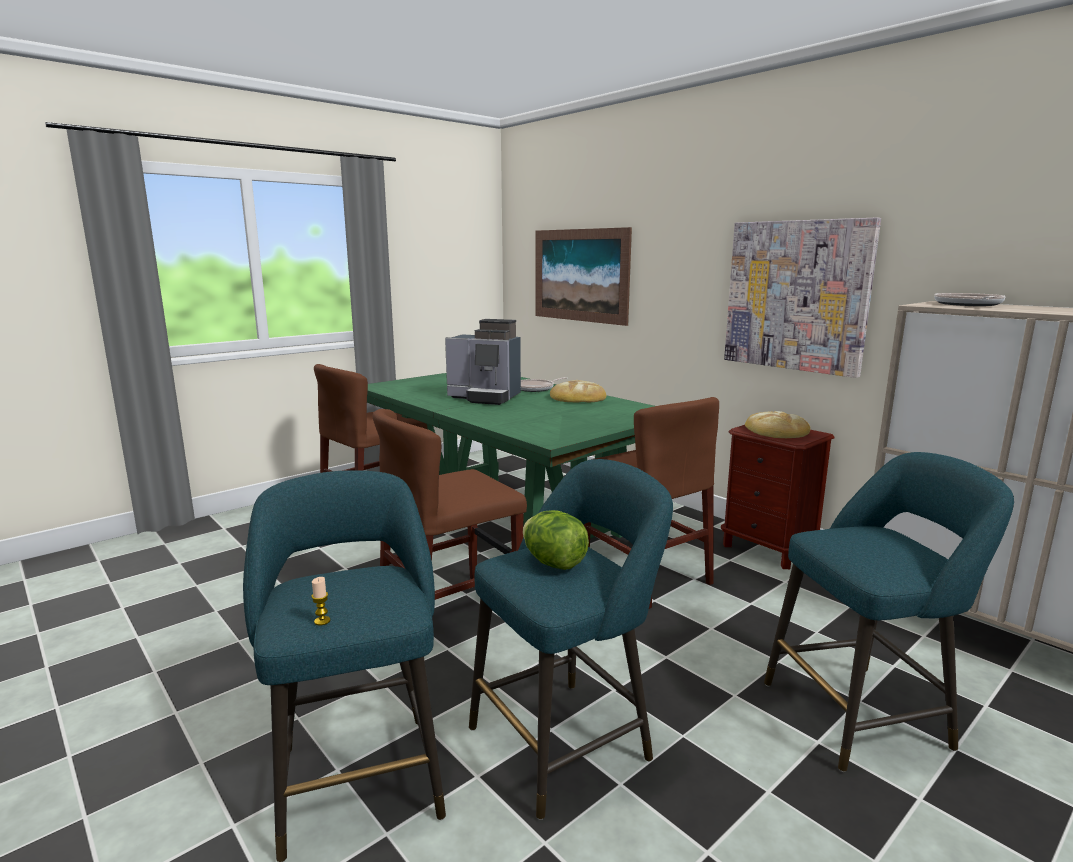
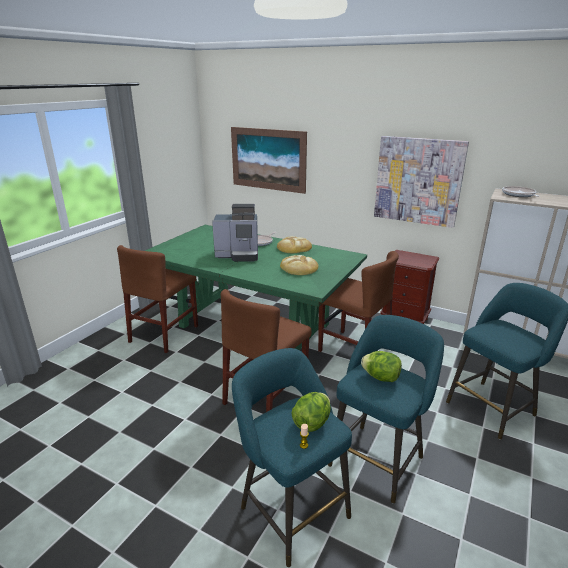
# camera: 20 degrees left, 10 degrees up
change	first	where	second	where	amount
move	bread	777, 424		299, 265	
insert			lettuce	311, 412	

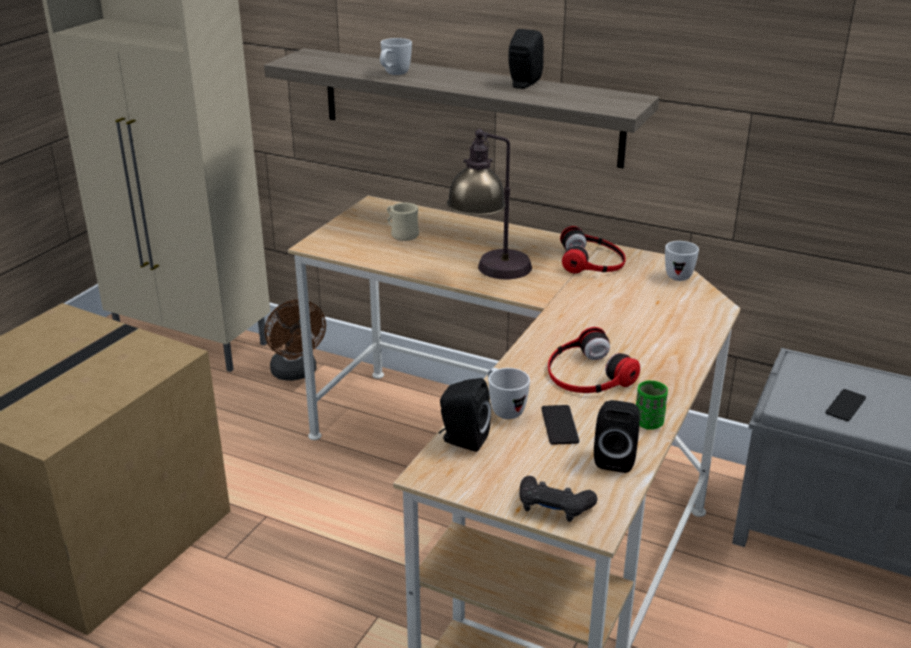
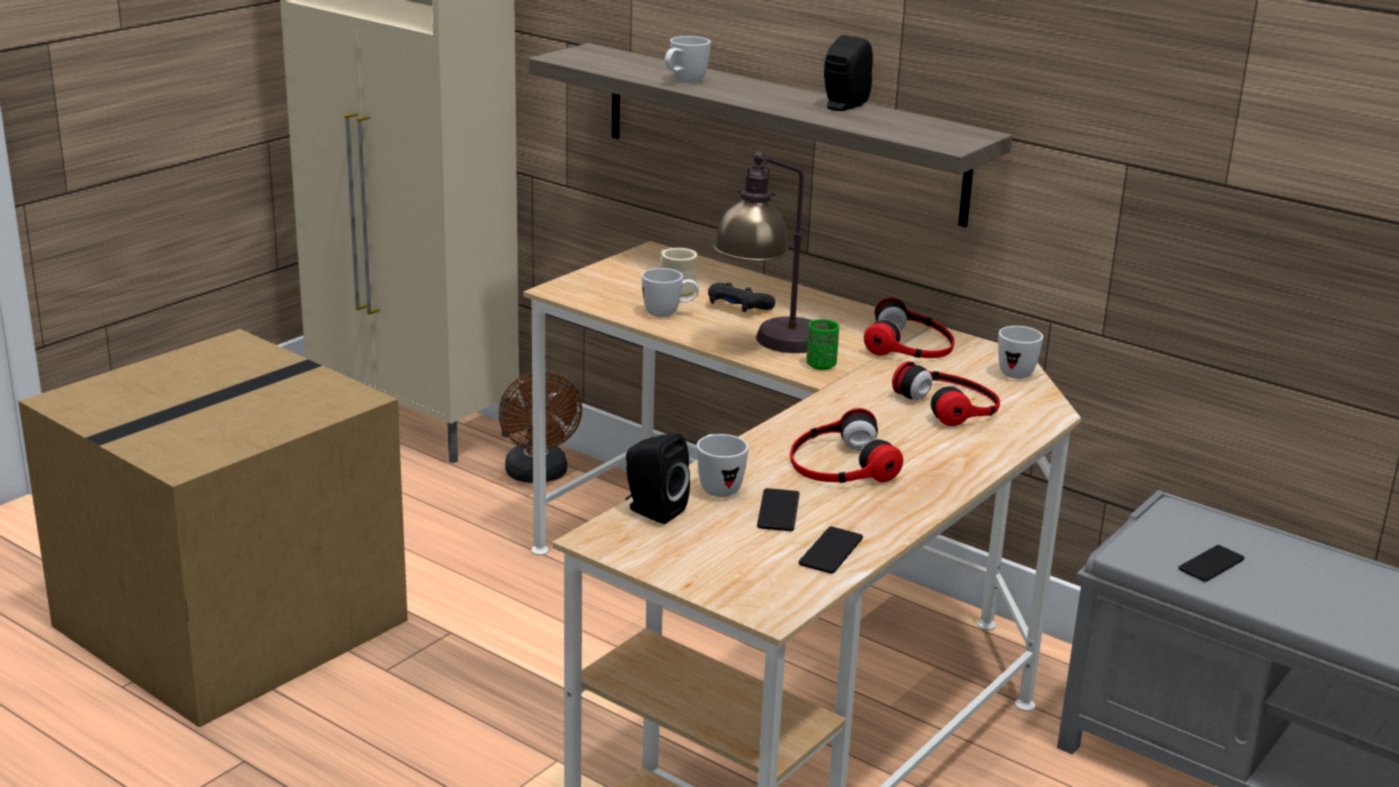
# camera: 10 degrees right, 5 degrees down
change	first	where	second	where	amount
move	green cup	652, 405		822, 344	
replace	black speaker	617, 436	phone	831, 550	
move	black game controller	558, 499		741, 297	
insert			white mug	670, 292	
insert			headphones	946, 393	

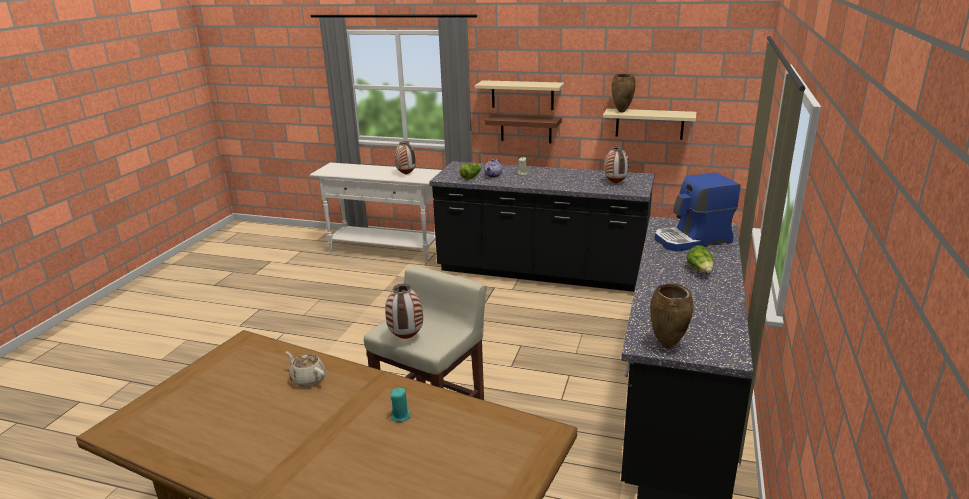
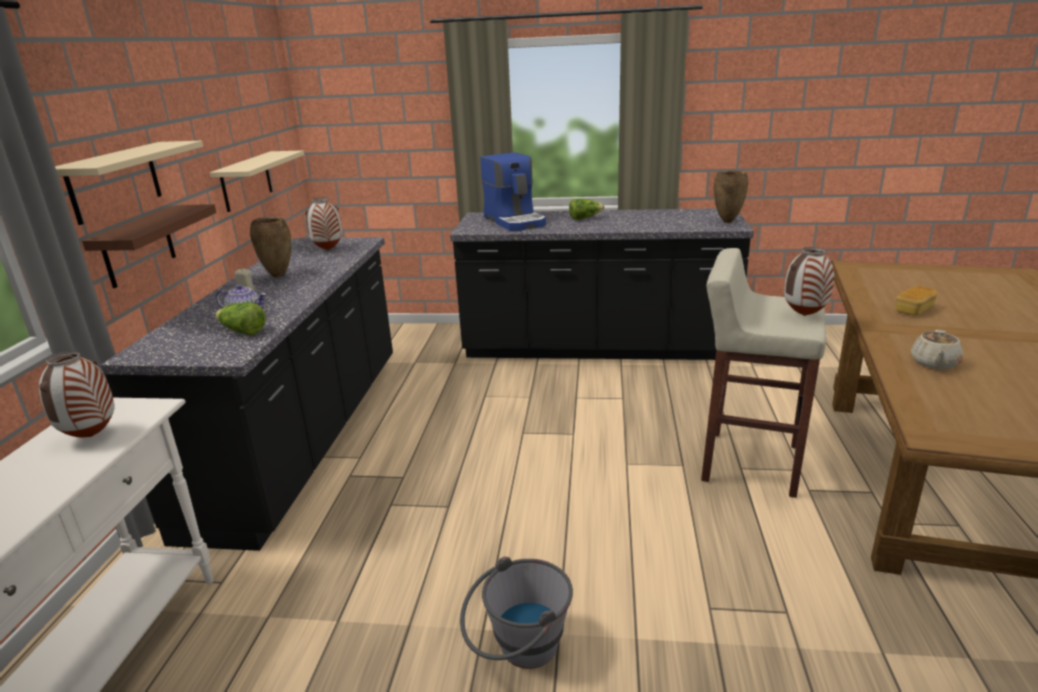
# camera: 100 degrees left, 0 degrees up
change	first	where	second	where	amount
move	brown vase	623, 93		270, 247	
replace	turquoise candle	400, 405	bread	916, 301	
insert			grey bucket	516, 612	

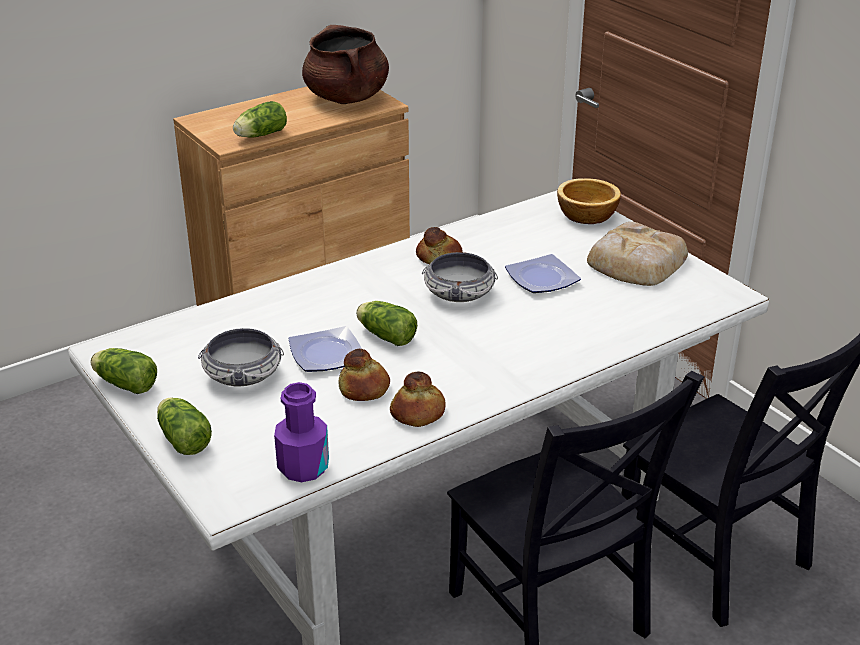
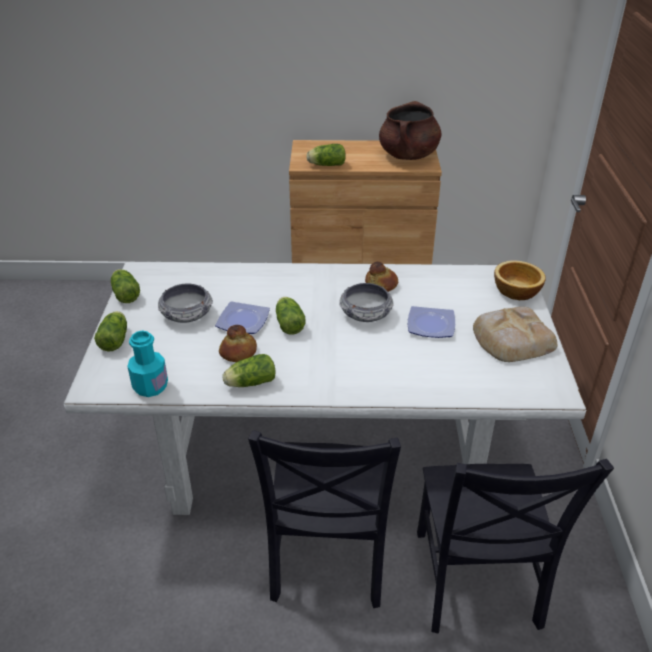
# camera: 35 degrees right, 5 degrees up
change	first	where	second	where	amount
replace	bread	418, 399	lettuce	249, 370	
recolor	purple bottle	301, 432	turquoise bottle	147, 363	

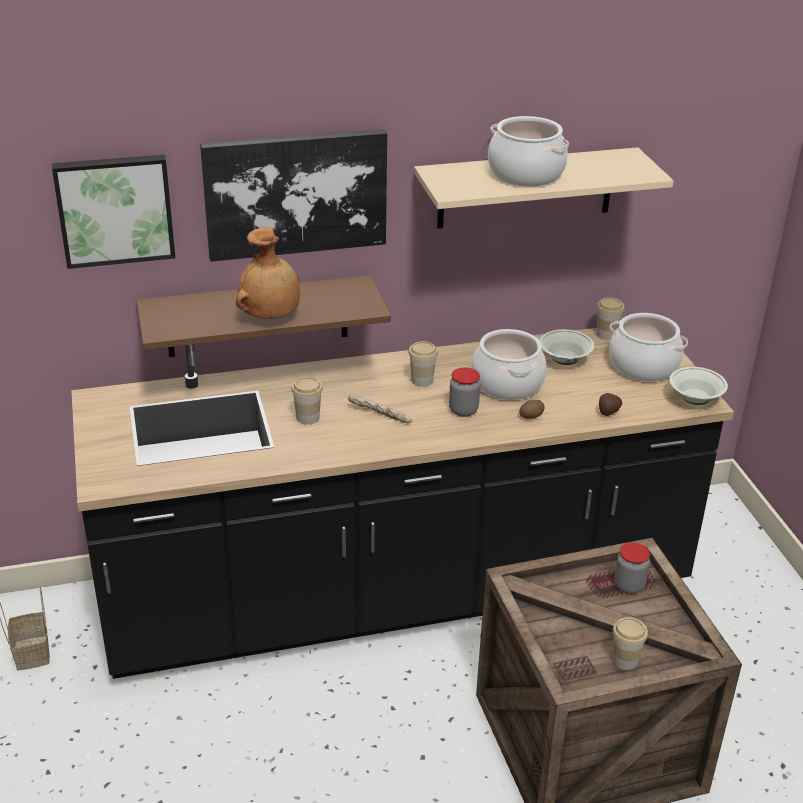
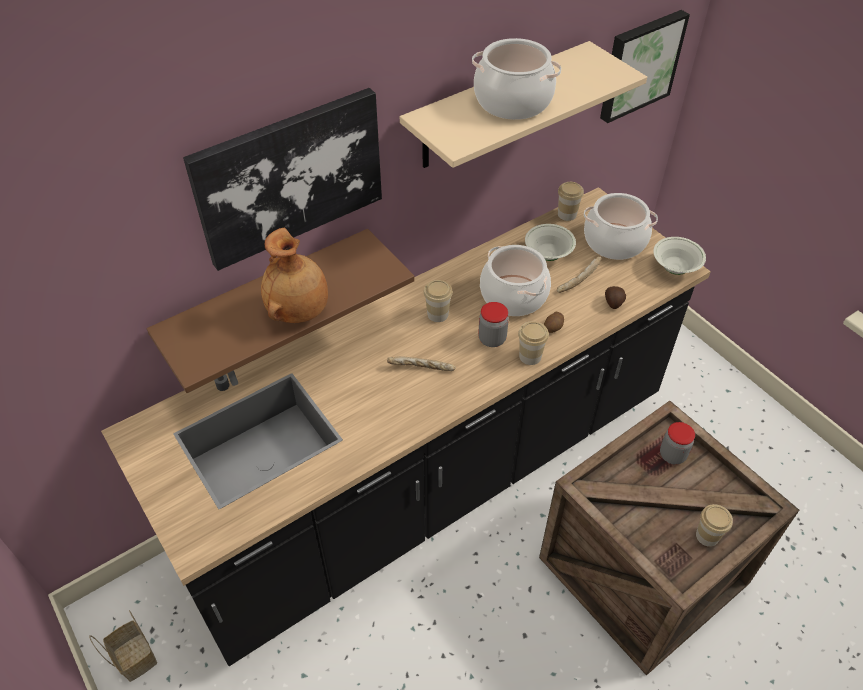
# camera: 20 degrees left, 15 degrees up
change	first	where	second	where	amount
move	picture	113, 211		645, 66	
move	cup	307, 401		533, 343	
insert			bread	579, 274	

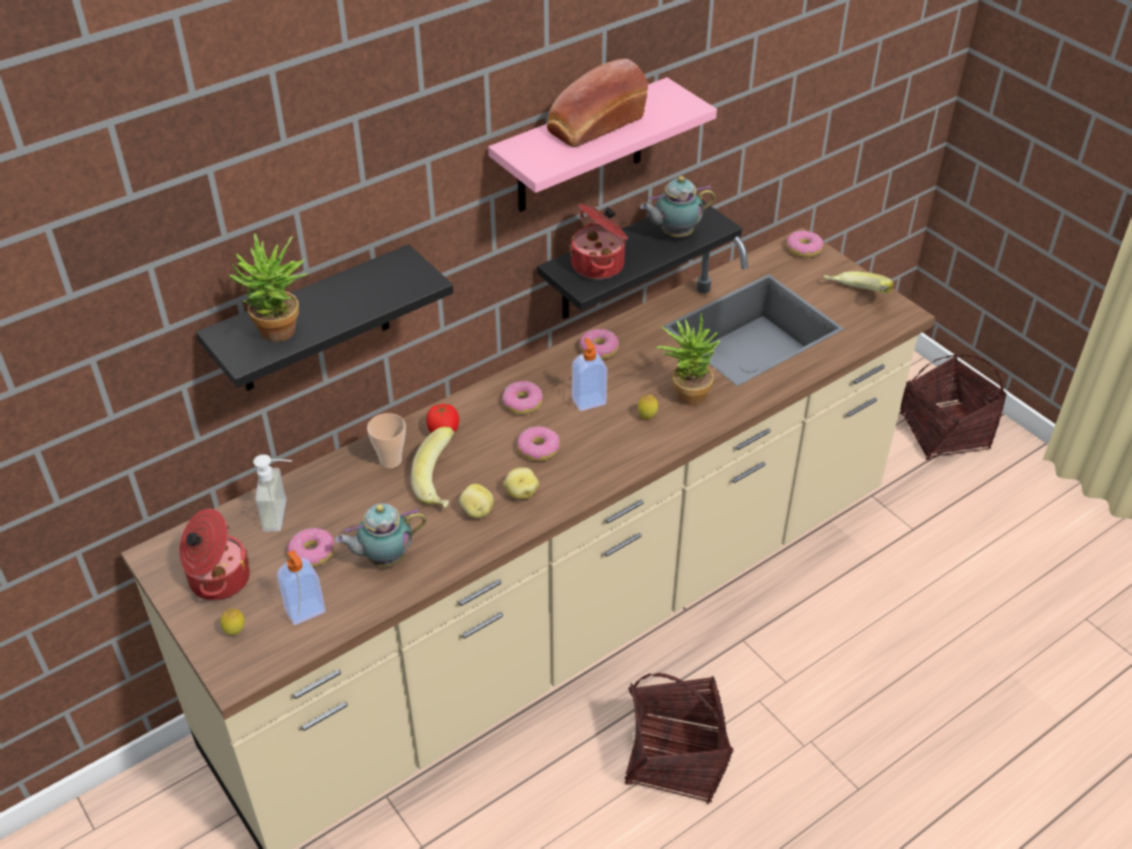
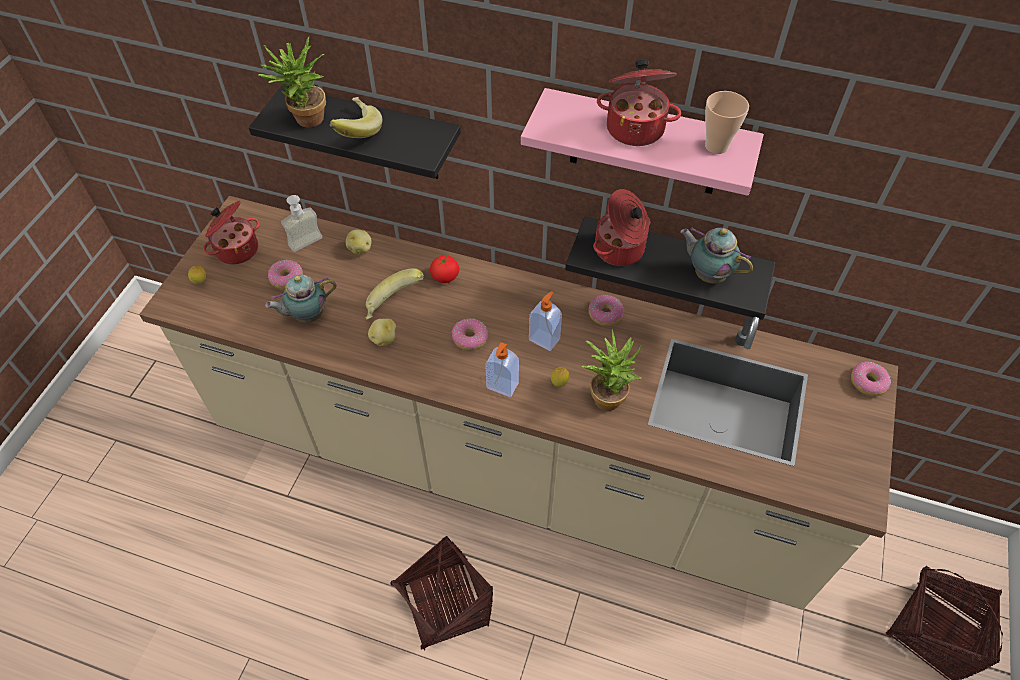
# camera: 55 degrees right, 10 degrees up
change	first	where	second	where	amount
replace	bread	597, 103	cooking pot	639, 103	
move	banana	858, 282		356, 117	
delete	donut	522, 398			
move	cup	386, 440		727, 122	
move	potato	521, 483		359, 242	
rotate	teapot	381, 535		300, 298	60 degrees counterclockwise
move	soap dispenser	301, 587		502, 369	

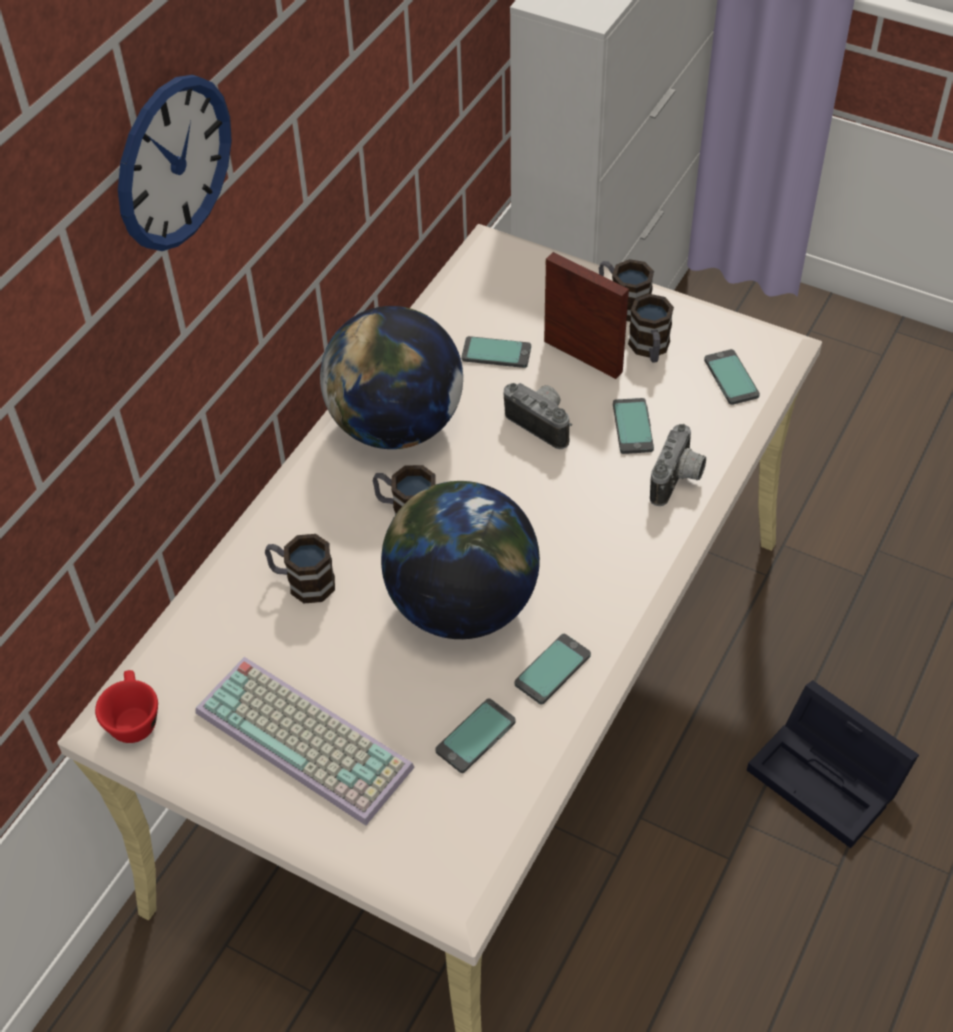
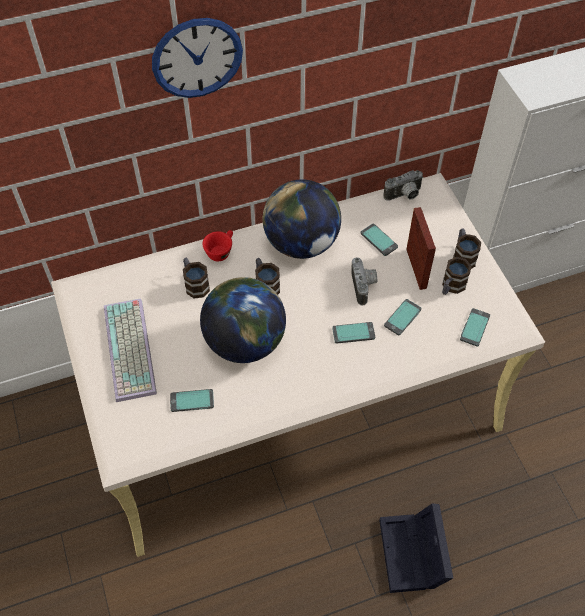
# camera: 40 degrees right, 5 degrees up
change	first	where	second	where	amount
move	photo camera	678, 465		403, 185	
move	phone	553, 669		353, 333	
move	red cup	126, 706		218, 245	

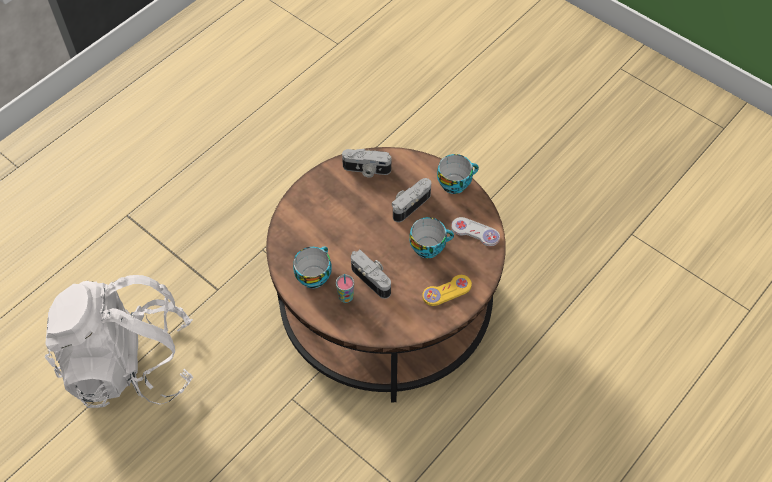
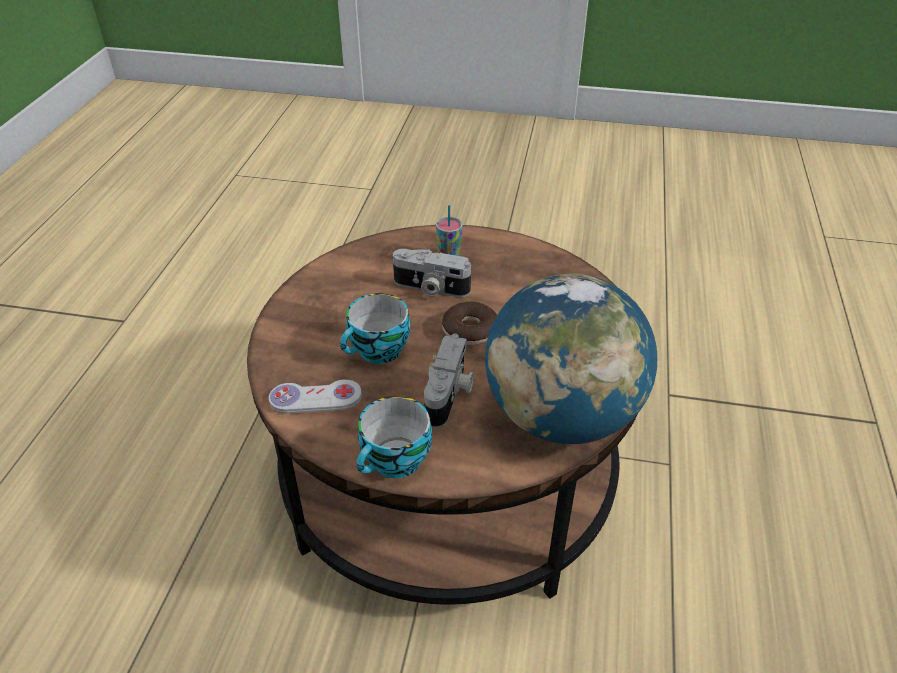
# camera: 150 degrees right, 15 degrees down
change	first	where	second	where	amount
replace	photo camera	366, 163	globe	571, 358	
delete	cup	312, 267			
delete	white backpack	119, 341			
delete	yellow game controller	447, 290			
insert			donut	469, 323	

